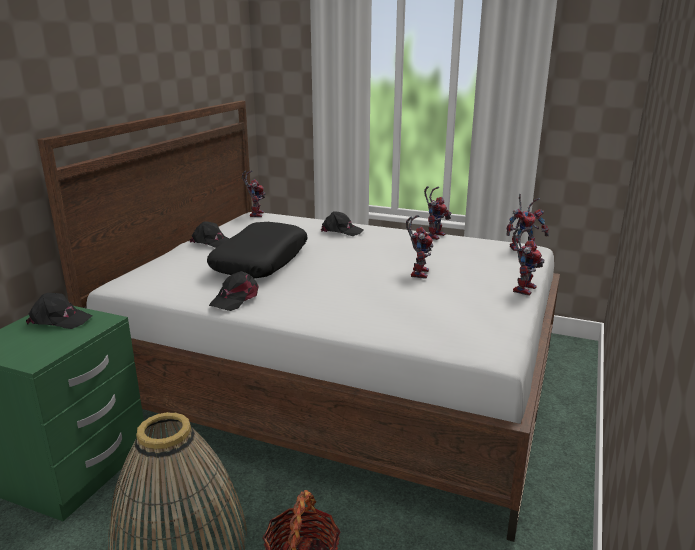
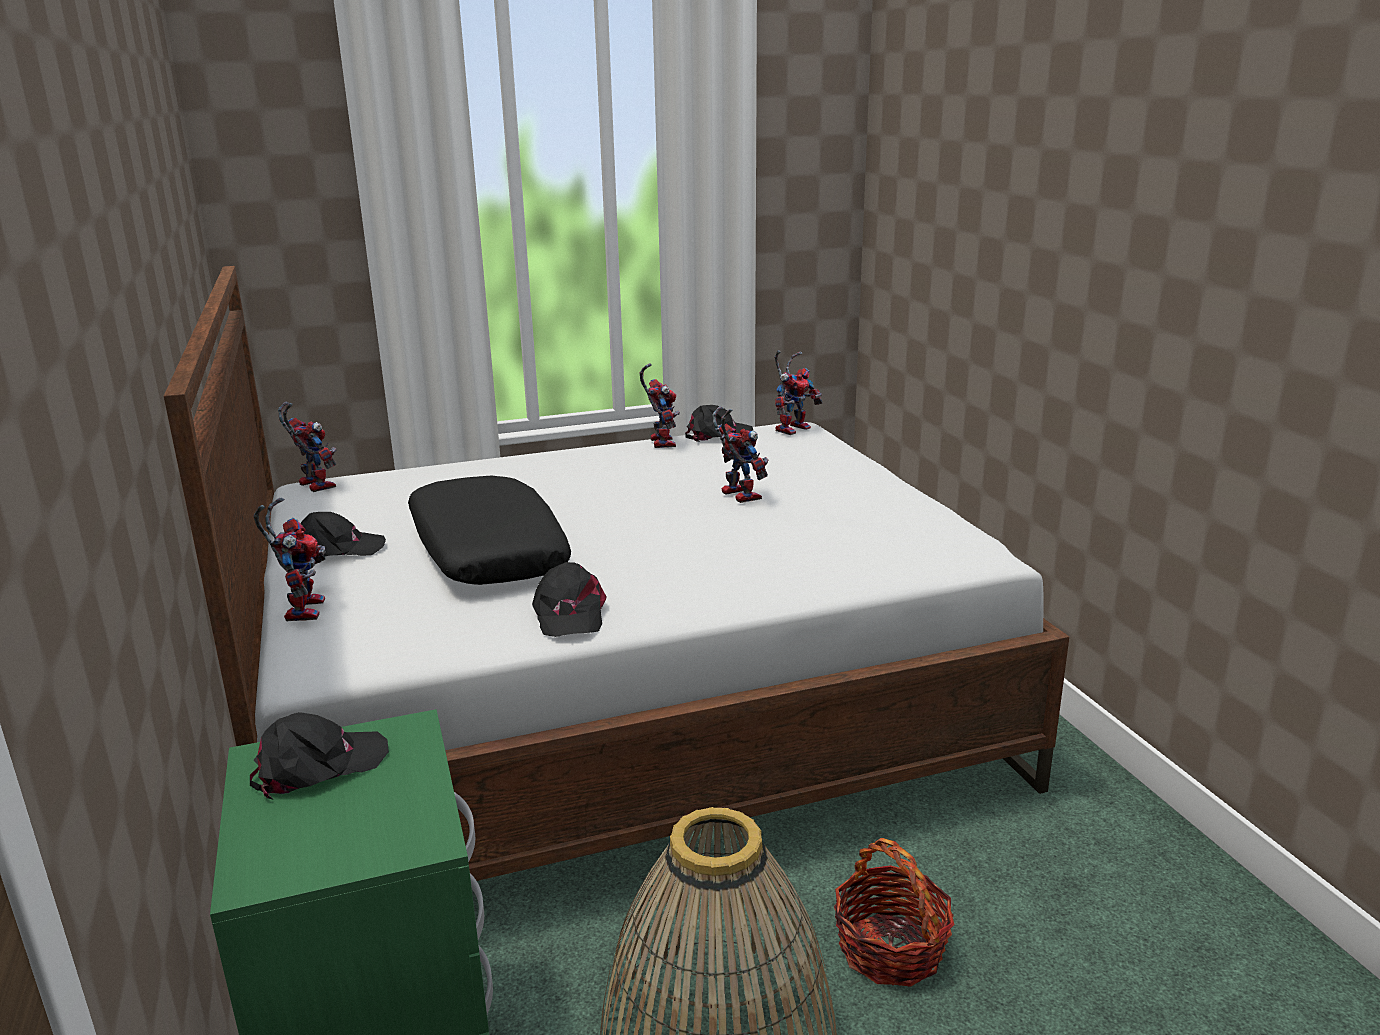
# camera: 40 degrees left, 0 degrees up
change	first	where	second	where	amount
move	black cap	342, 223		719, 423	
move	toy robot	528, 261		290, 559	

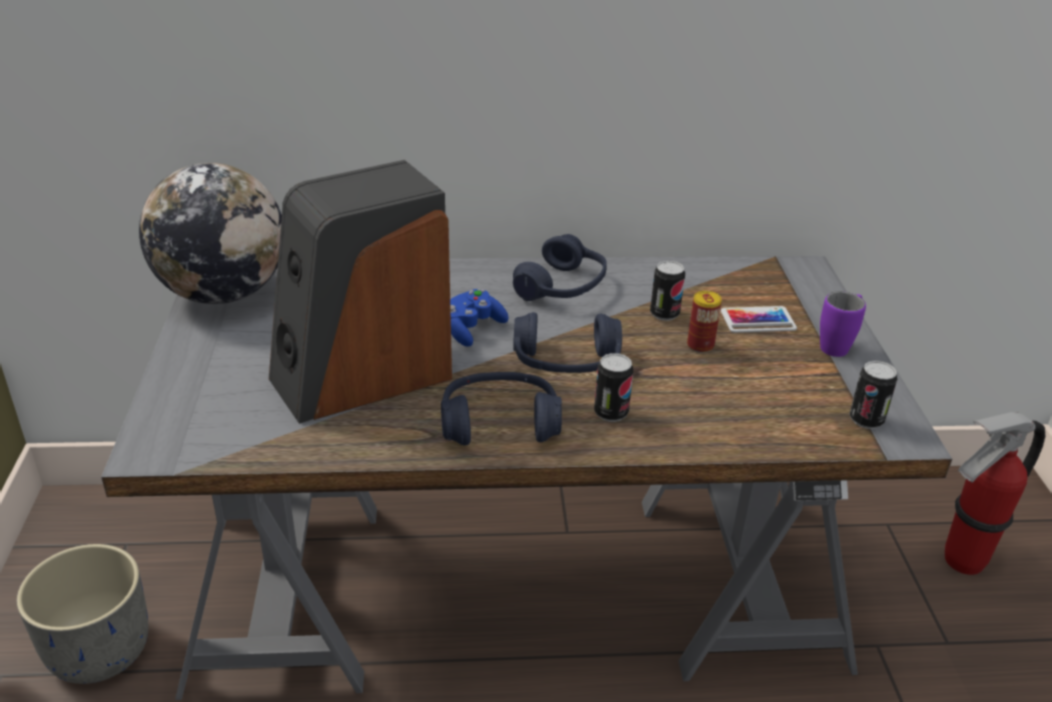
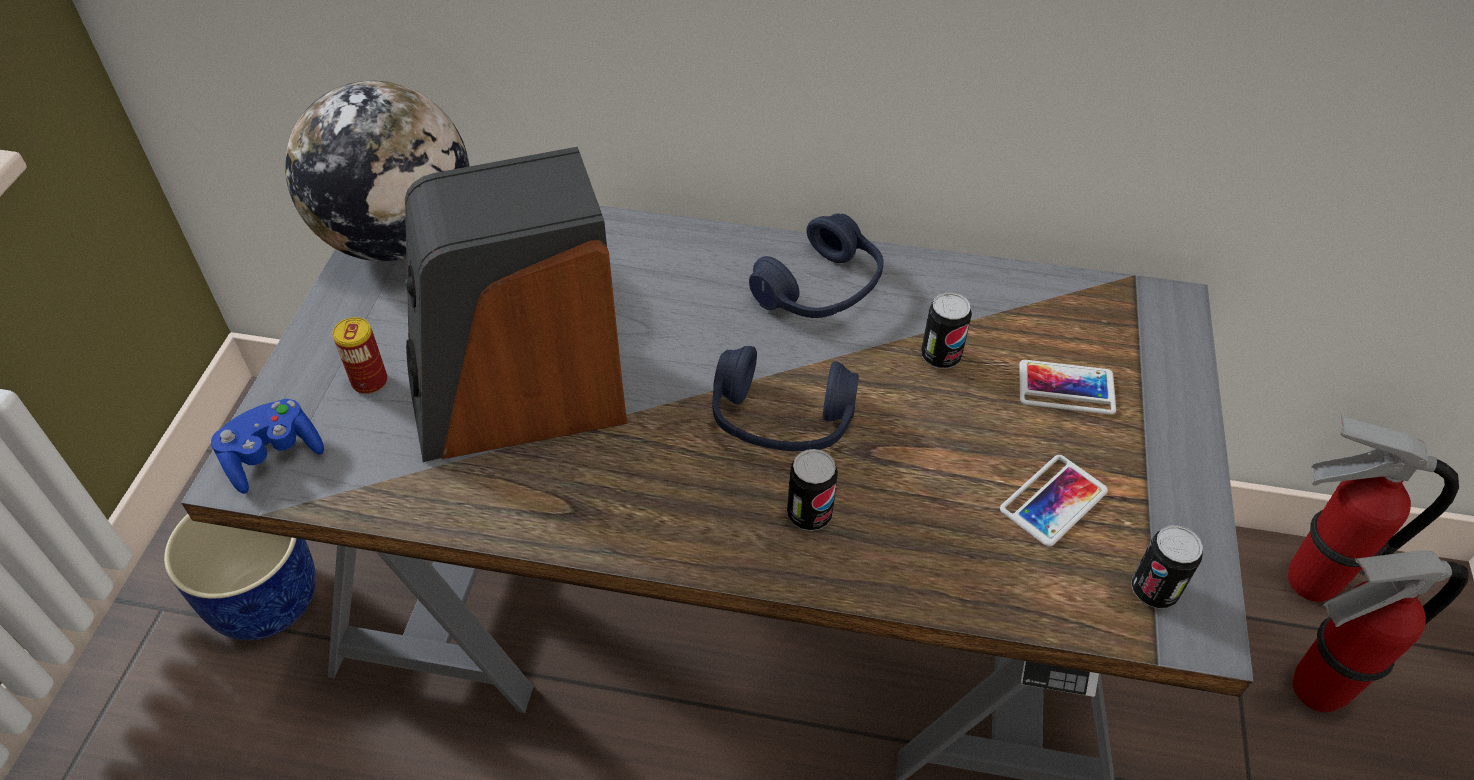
# camera: 15 degrees right, 15 degrees up
change	first	where	second	where	amount
move	blue game controller	479, 318		267, 446	
move	can	704, 322		359, 355	
delete	purple mug	843, 324			
delete	blue headphones	501, 409			
recolor	grey planter	83, 614	blue planter	240, 577	
insert			fire extinguisher	1373, 508	
insert			phone	1054, 501	

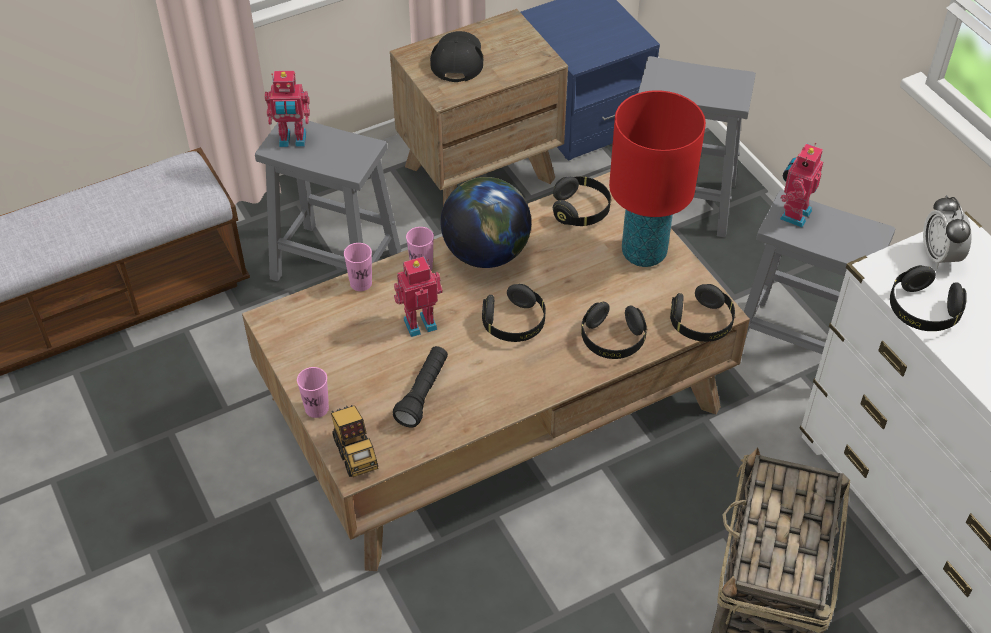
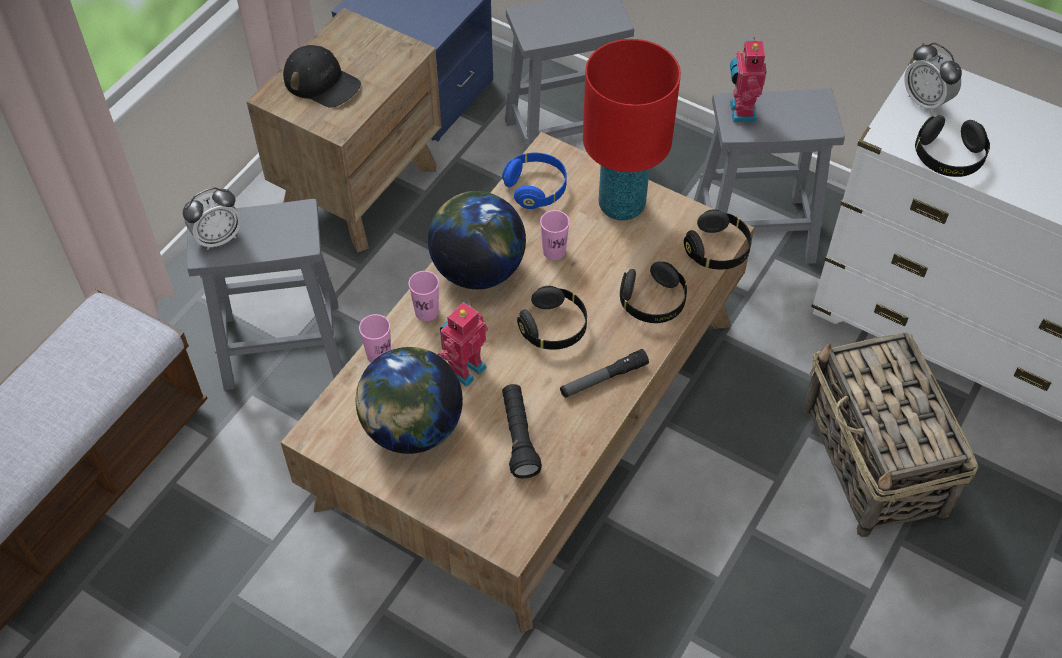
# camera: 30 degrees left, 5 degrees up
change	first	where	second	where	amount
rotate	black cap	456, 56		322, 76	150 degrees clockwise
replace	toy robot	287, 109	alarm clock	212, 219	
recolor	black headphones	582, 201	blue headphones	534, 181	
move	pink cup	313, 392		555, 235	
delete	toy truck	354, 441			
insert			globe	409, 400	
insert			flashlight	604, 373	

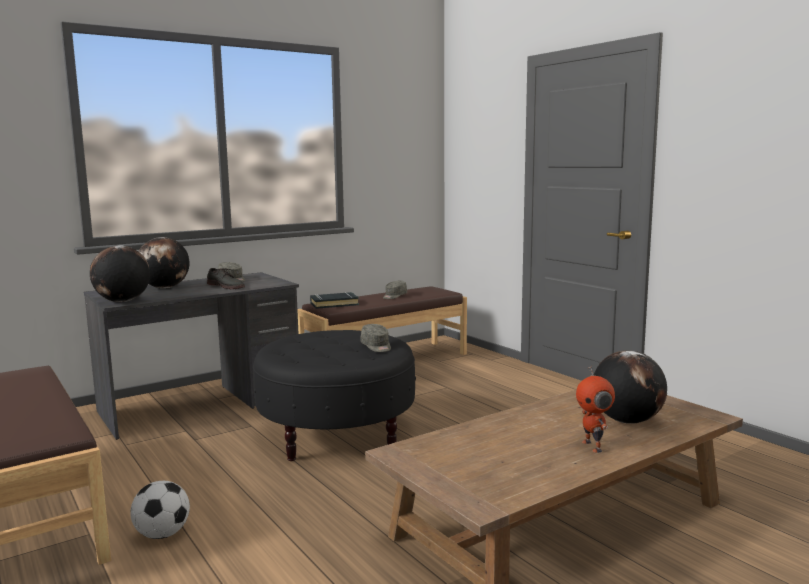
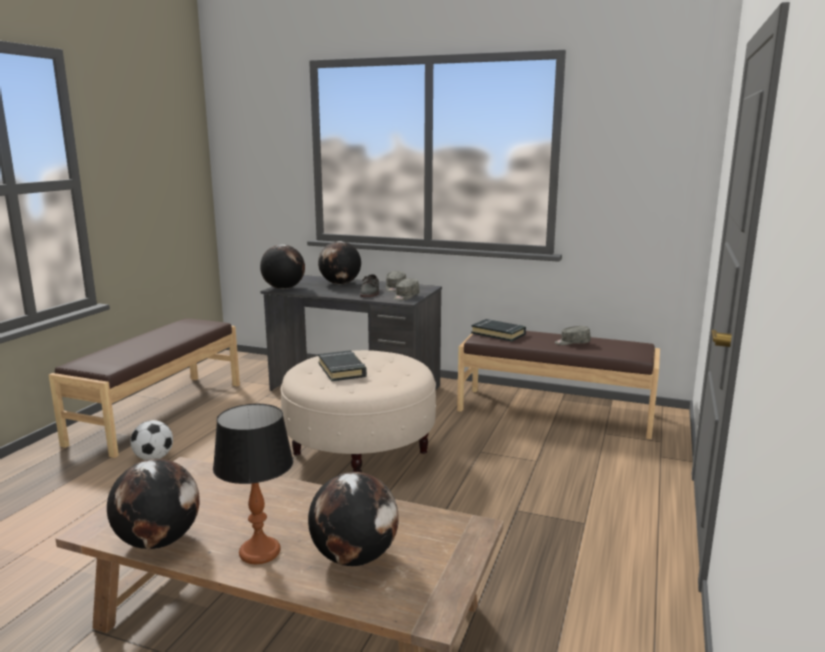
# camera: 55 degrees right, 5 degrees up
change	first	where	second	where	amount
move	grey cap	376, 338		406, 289	
recolor	black ottoman	334, 395	beige ottoman	358, 411	
replace	toy robot	595, 409	table lamp	253, 484	
insert			black book	342, 366	
insert			globe	153, 504	

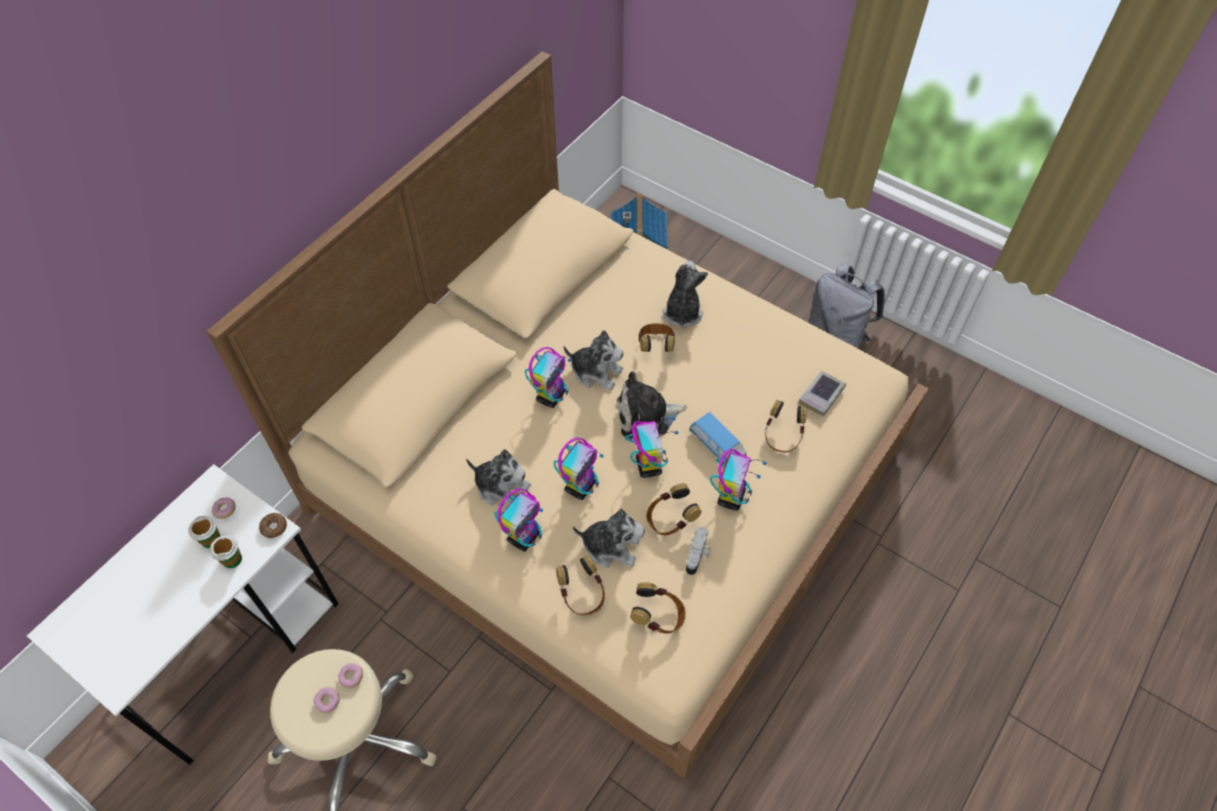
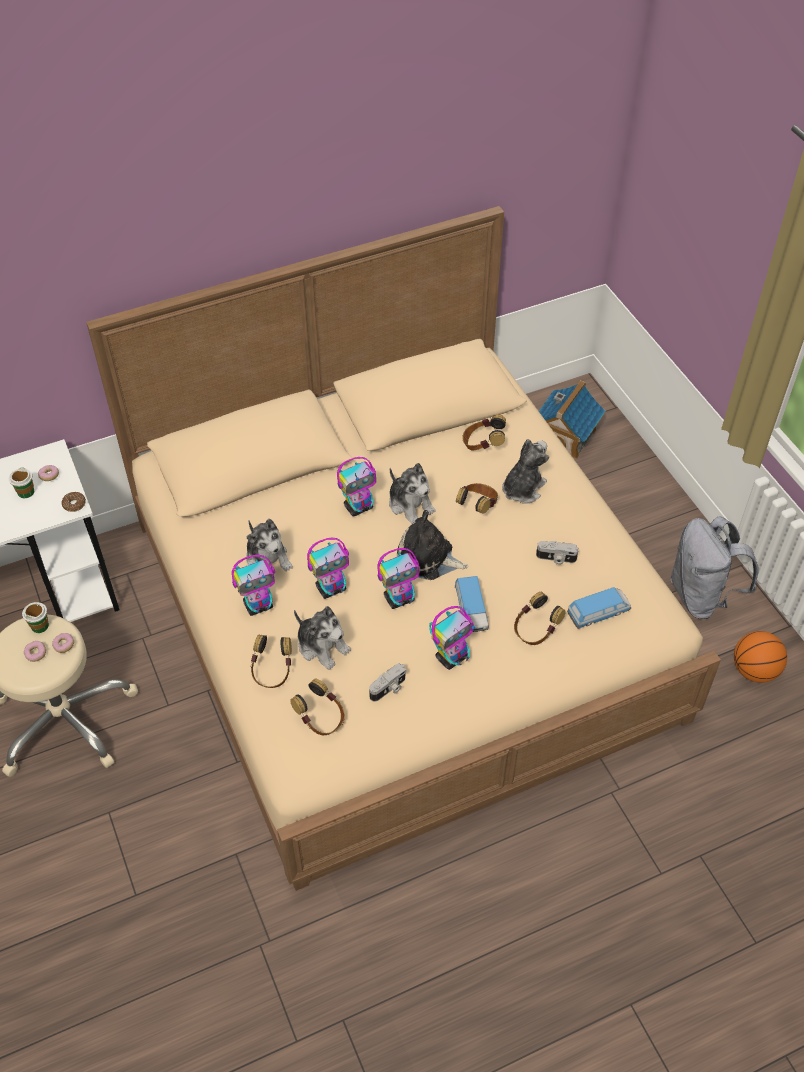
# camera: 30 degrees right, 5 degrees down
change	first	where	second	where	amount
replace	book	822, 393	toy car	599, 608	
rotate	toy robot	652, 447		398, 578	45 degrees clockwise
move	headphones	674, 509		484, 432	
move	cup	226, 551		35, 617	
insert			photo camera	557, 553	
insert			basketball	760, 657	

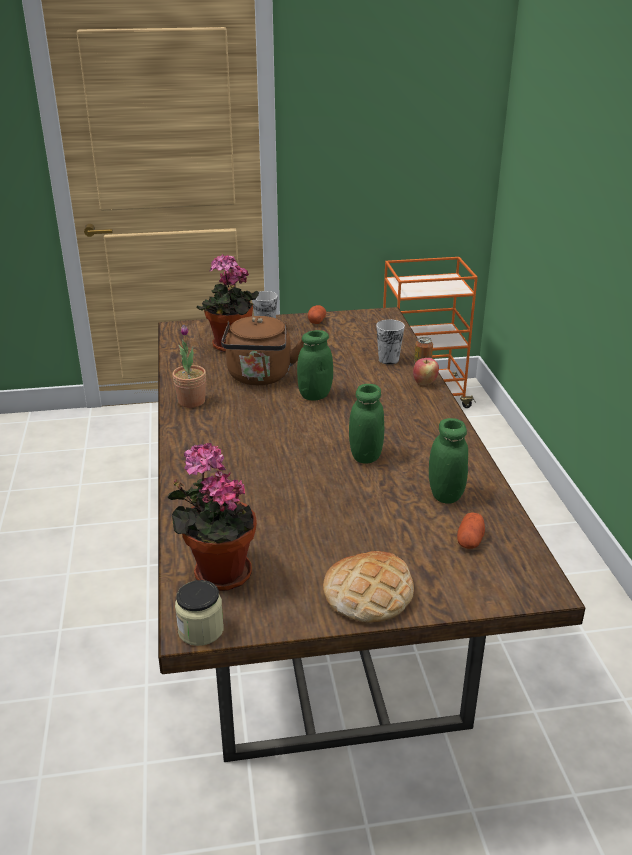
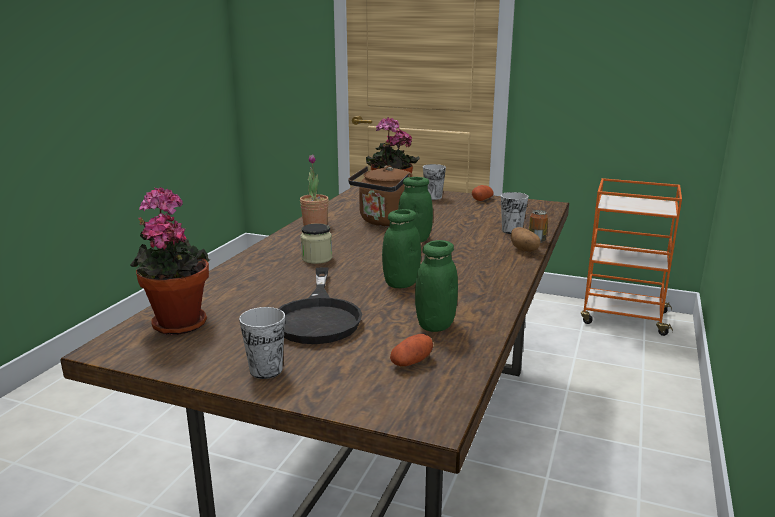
# camera: 30 degrees right, 10 degrees down
change	first	where	second	where	amount
replace	apple	426, 371	potato	526, 239	
replace	bread	368, 587	cup	262, 343	
move	jar	199, 613		316, 243	
insert			black frying pan	320, 305	

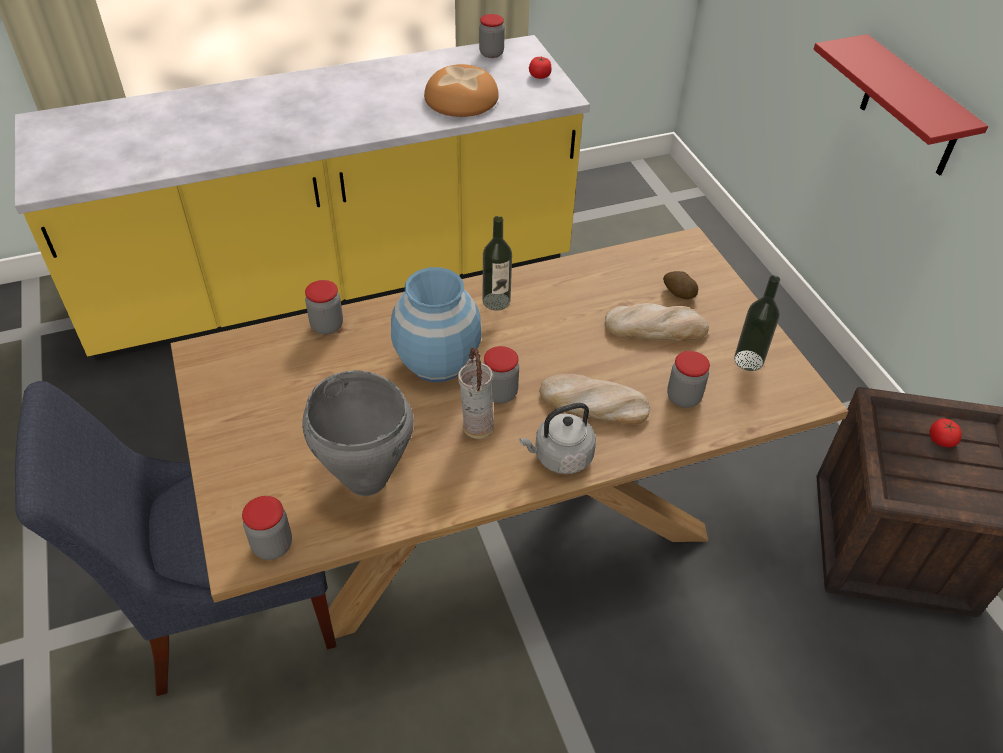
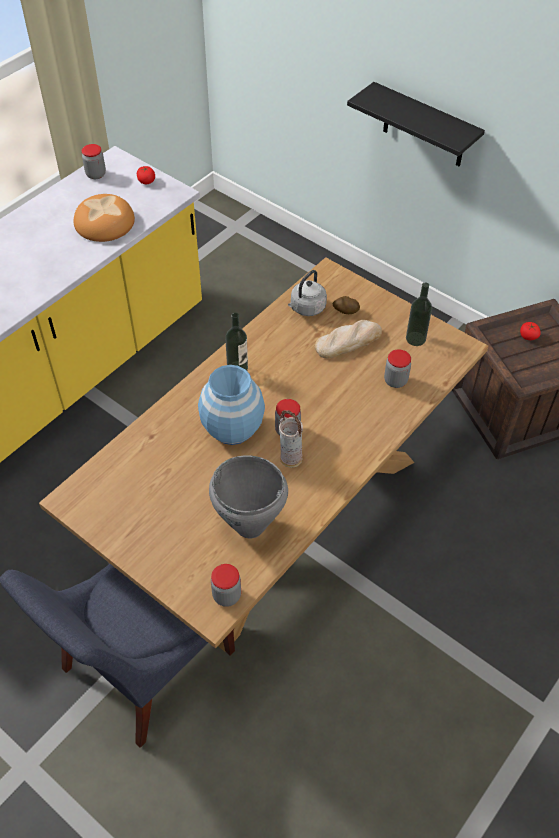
# camera: 30 degrees left, 5 degrees up
change	first	where	second	where	amount
recolor	red shelf	900, 105	black shelf	416, 124	
delete	jar	324, 307			
delete	bread	594, 399			
move	grey kettle	557, 438		307, 293	

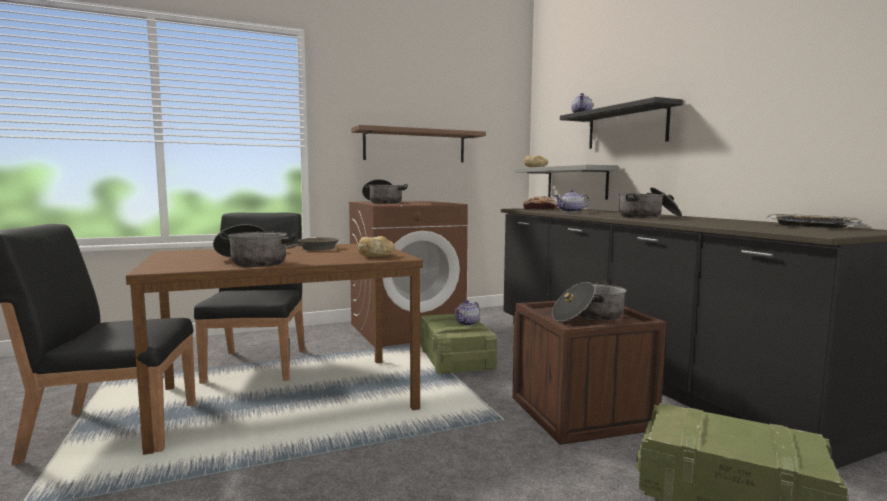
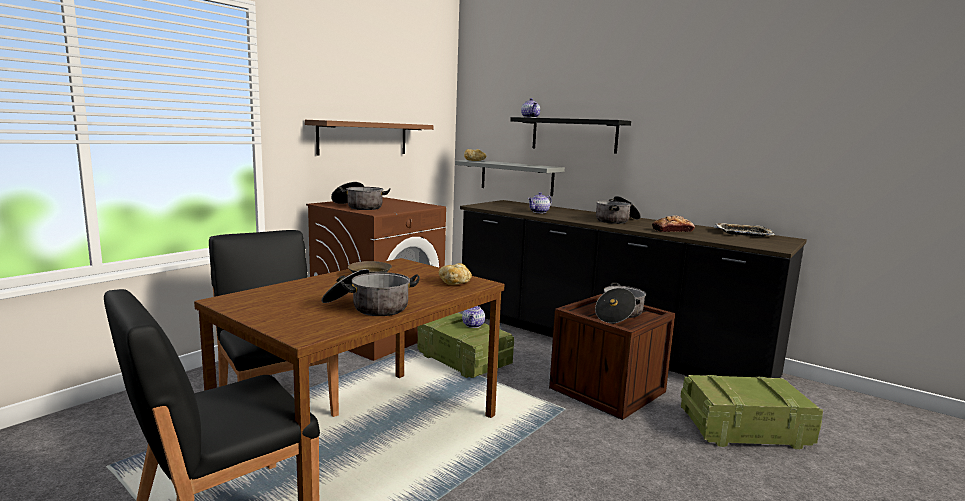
# camera: 30 degrees left, 5 degrees up
change	first	where	second	where	amount
move	bread	540, 203		673, 223	

